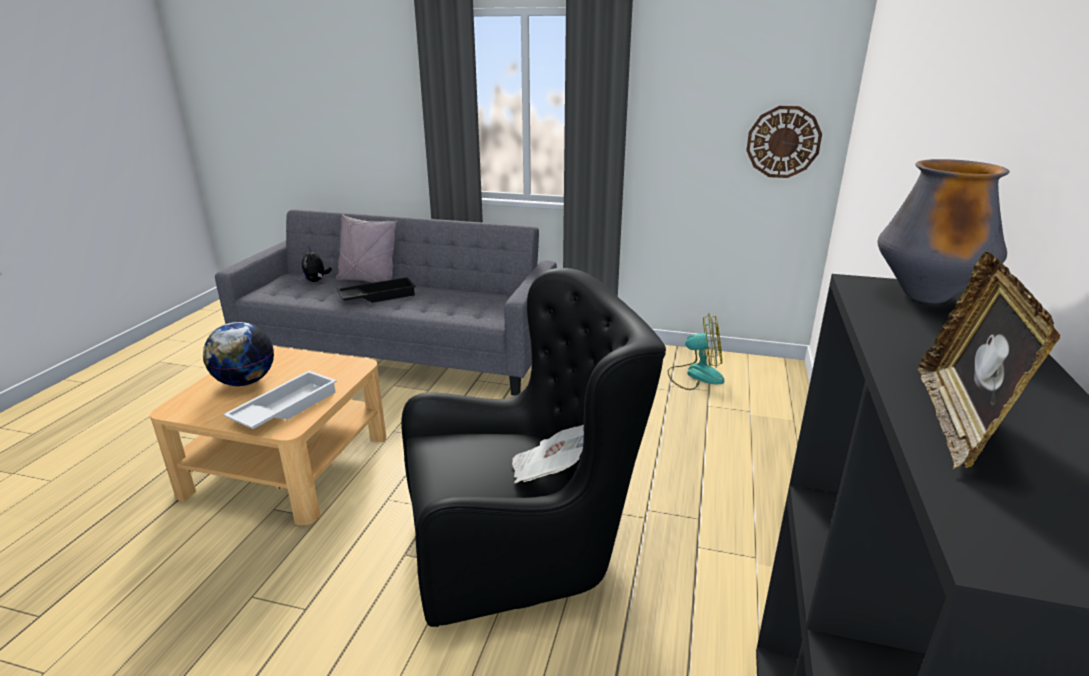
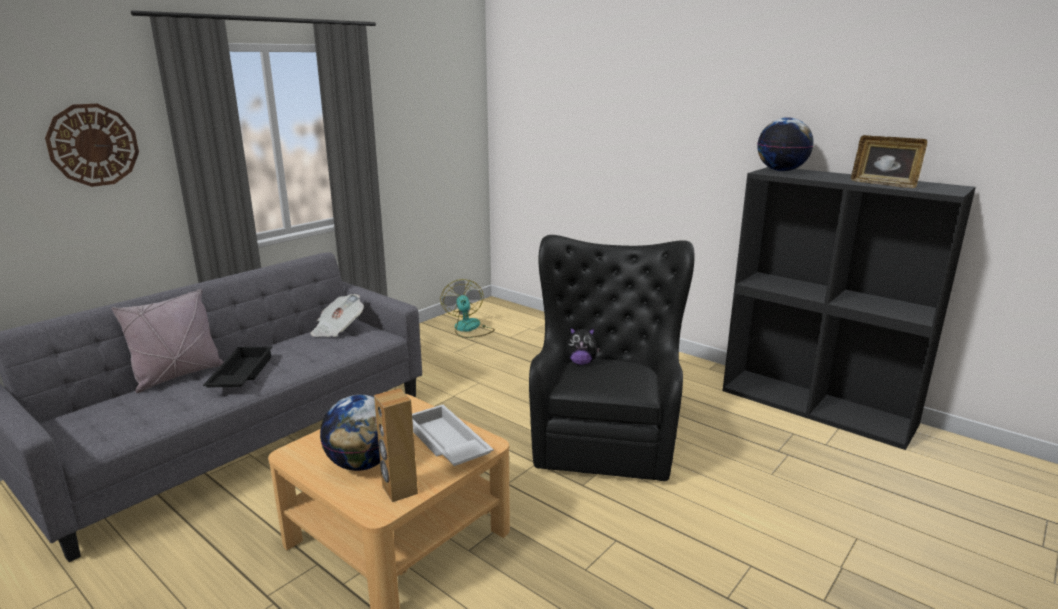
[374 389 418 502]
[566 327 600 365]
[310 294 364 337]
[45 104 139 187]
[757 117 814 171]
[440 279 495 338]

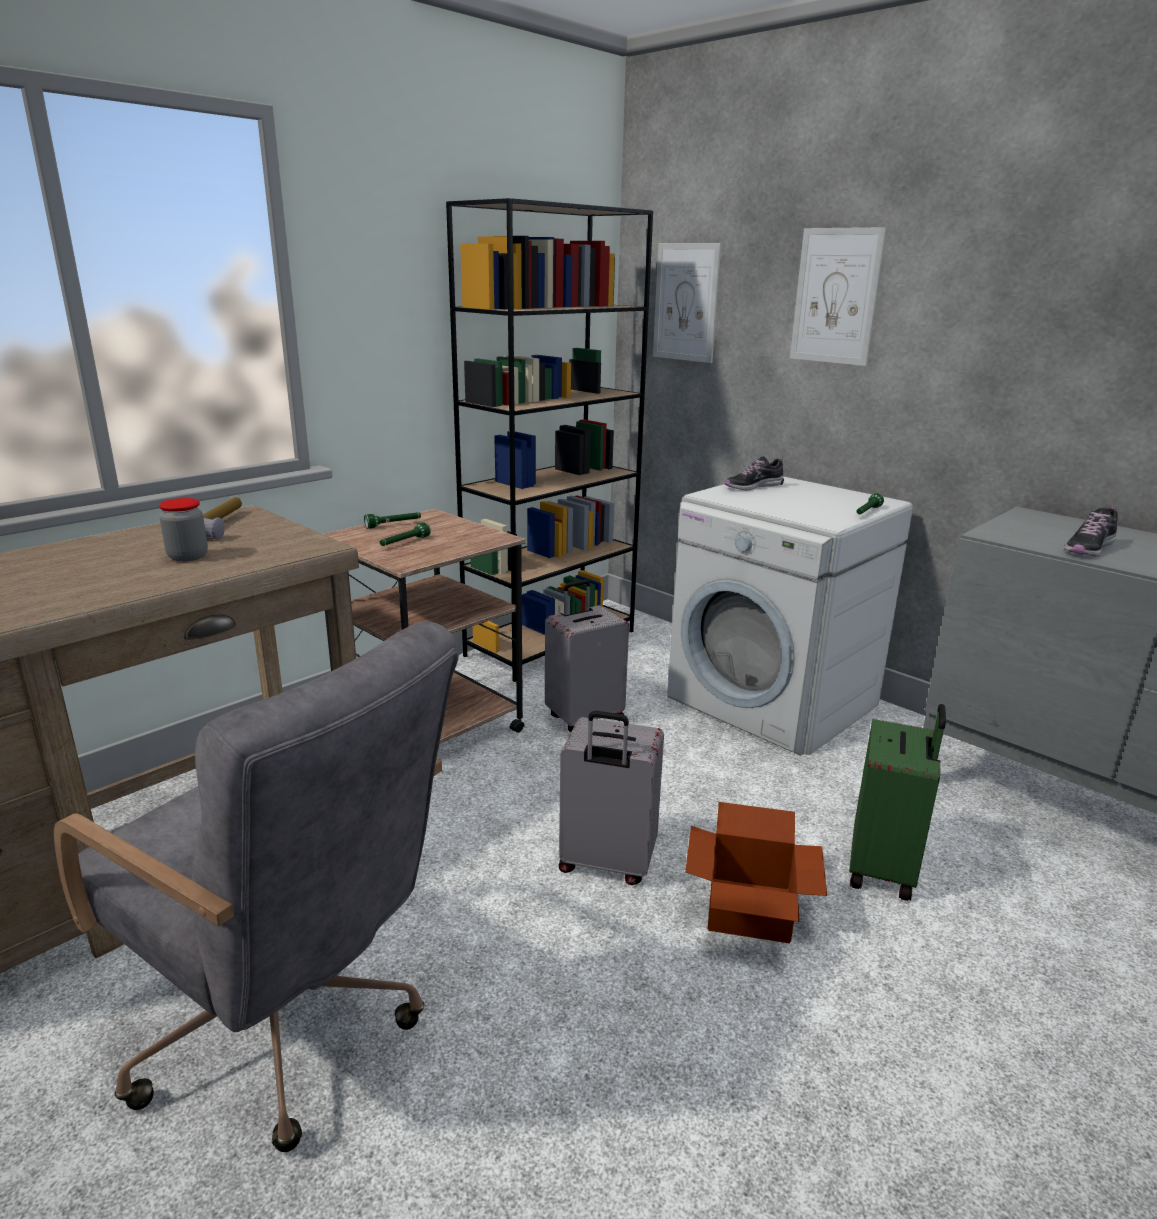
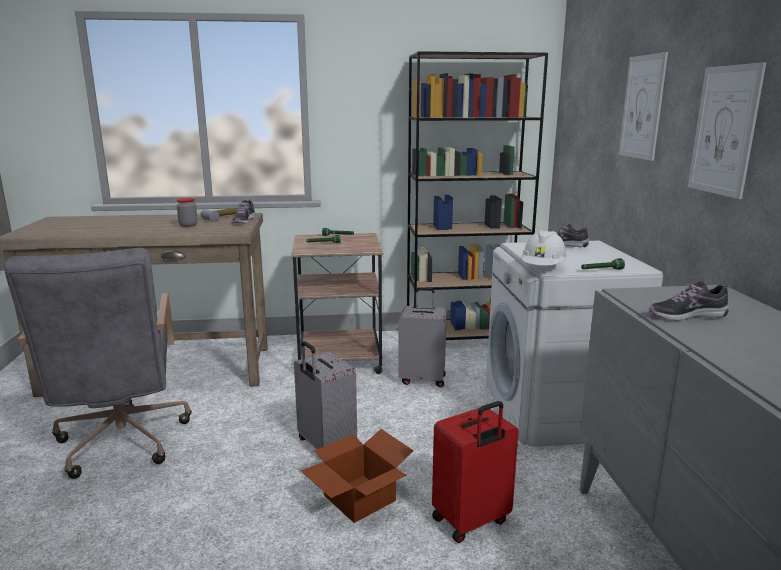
[232 198 256 224]
[521 230 567 266]
[688 62 766 199]
[432 401 518 543]

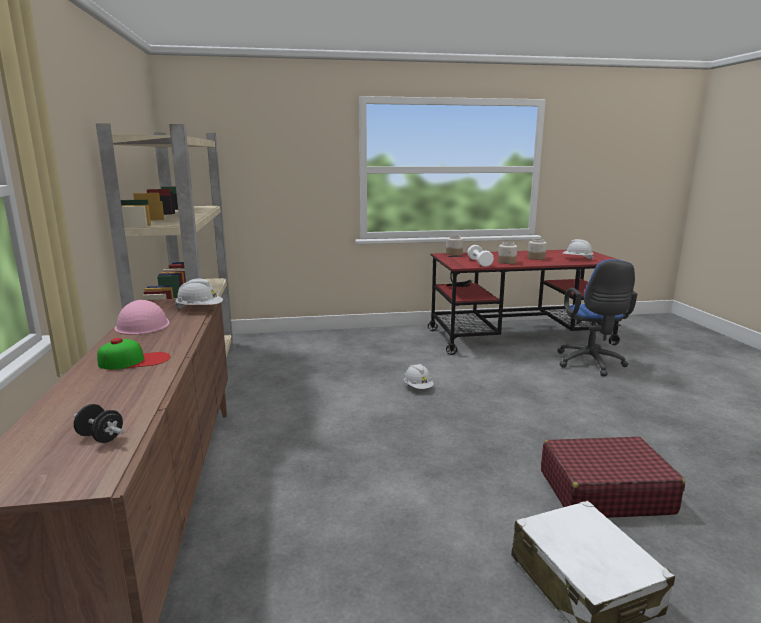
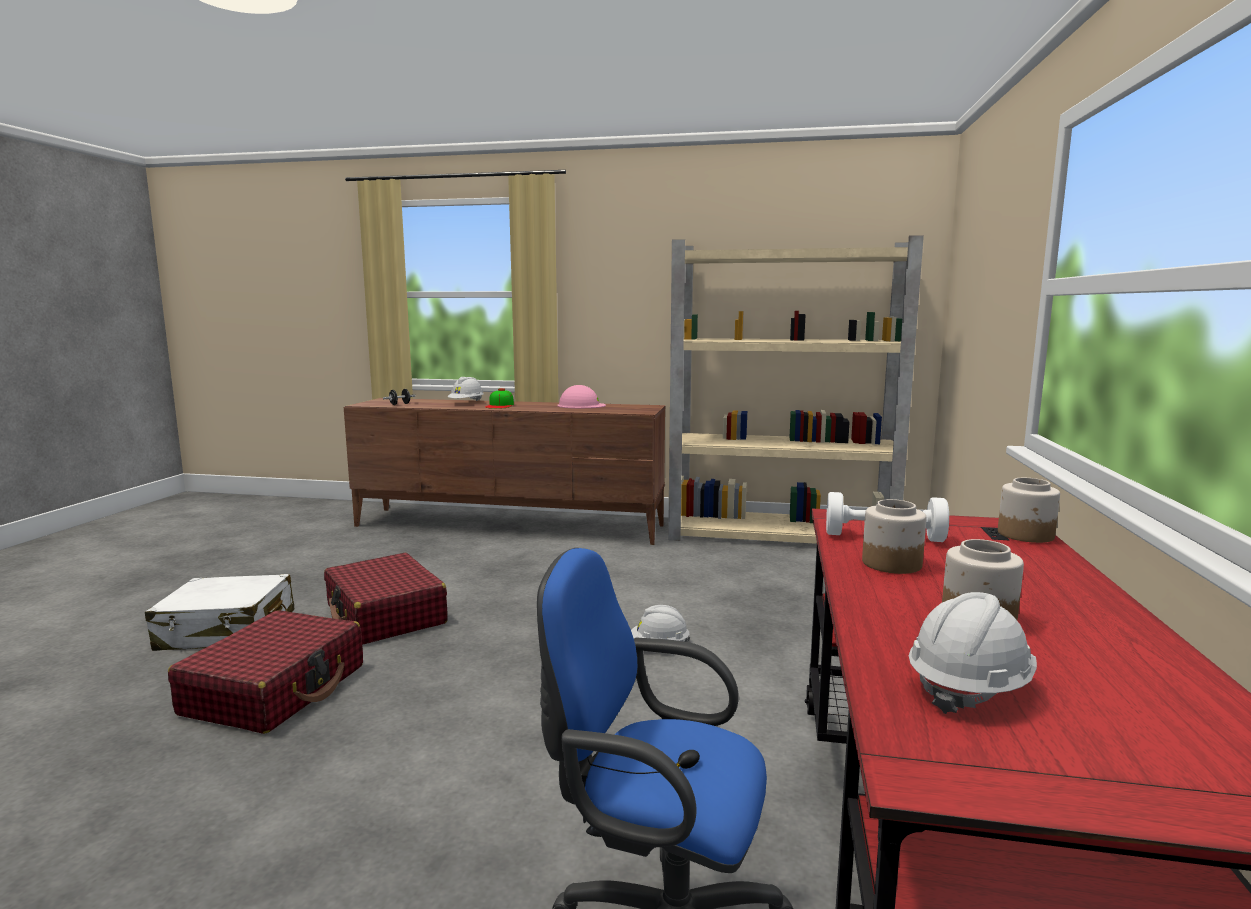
[324 553 448 645]
[448 377 484 401]

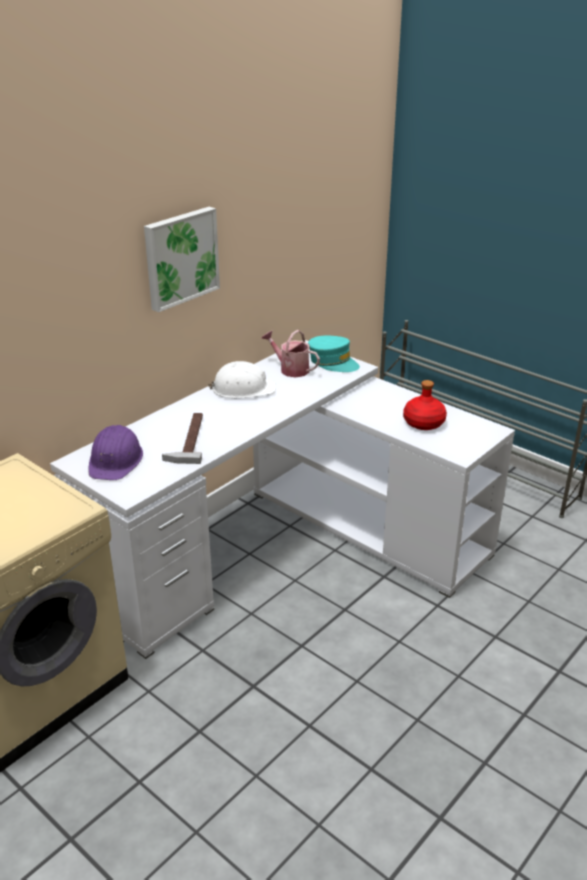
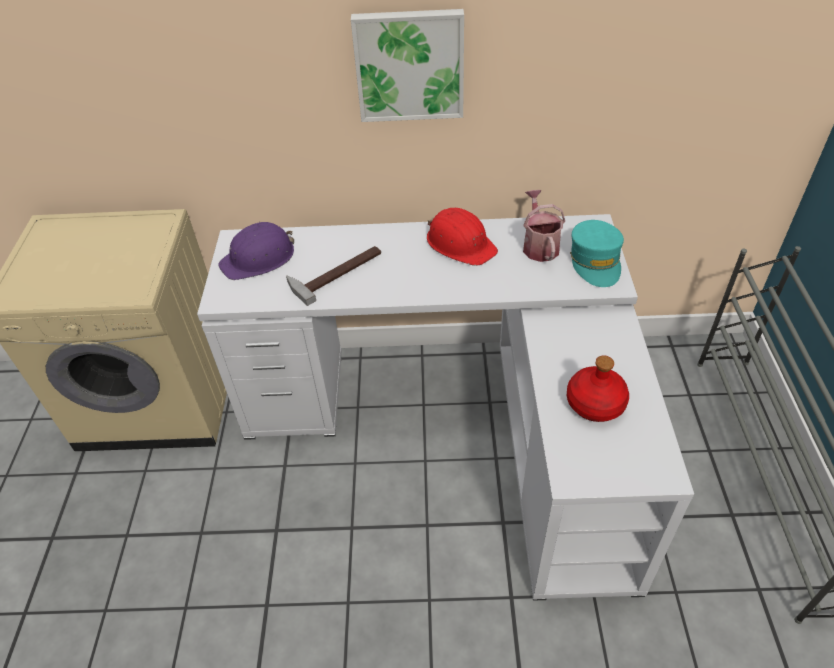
[427 208 498 266]

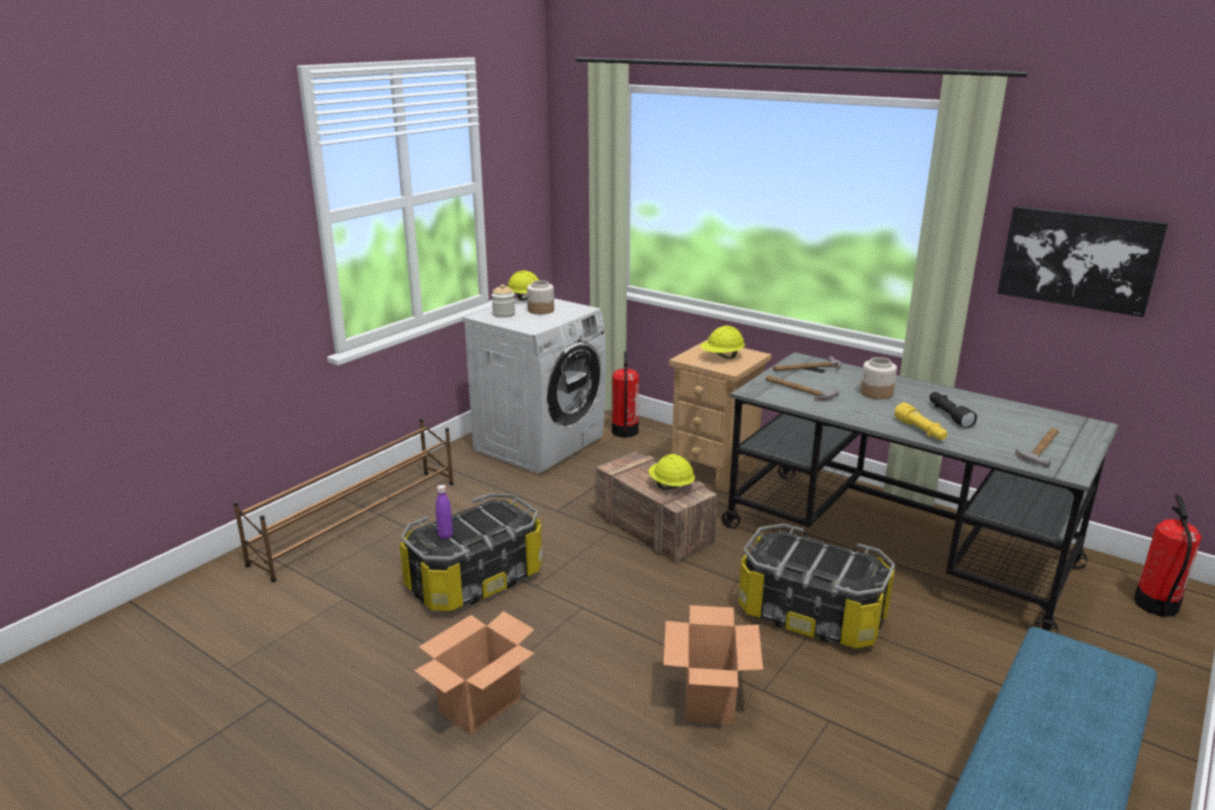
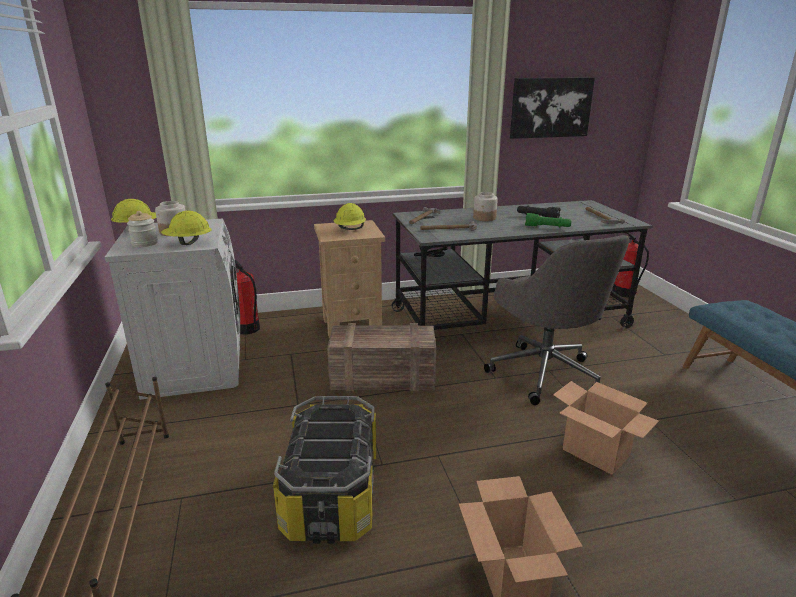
[436 485 453 539] (first image)
[161 210 211 245]
[484 235 629 405]
[525 213 572 228]

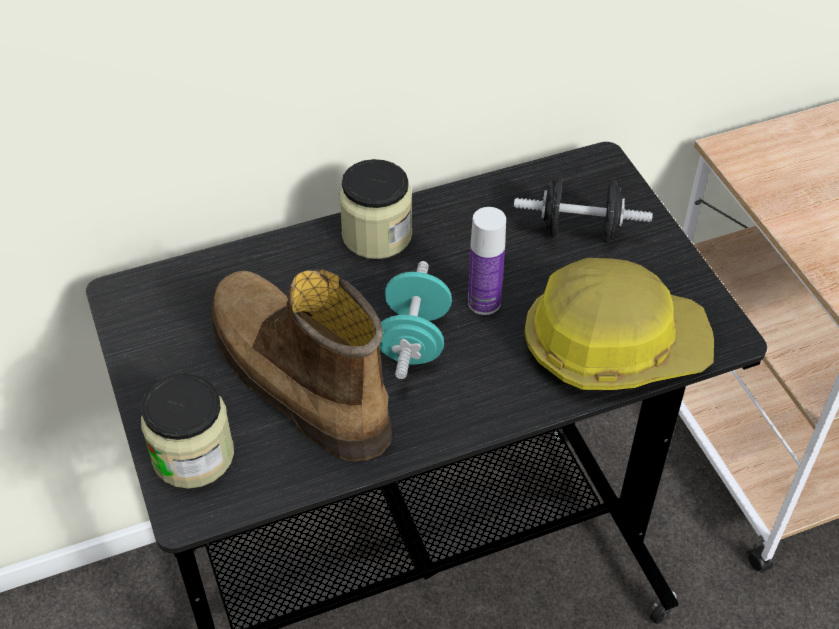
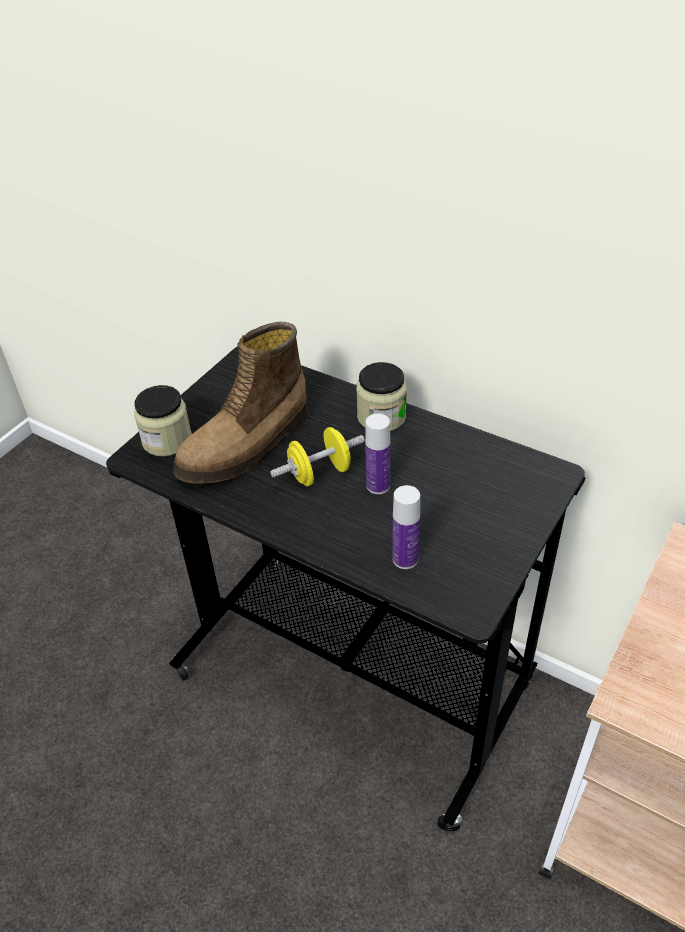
[514 175 653 244] (first image)
[392 485 420 569]
[270 427 365 486]
[173 322 309 484]

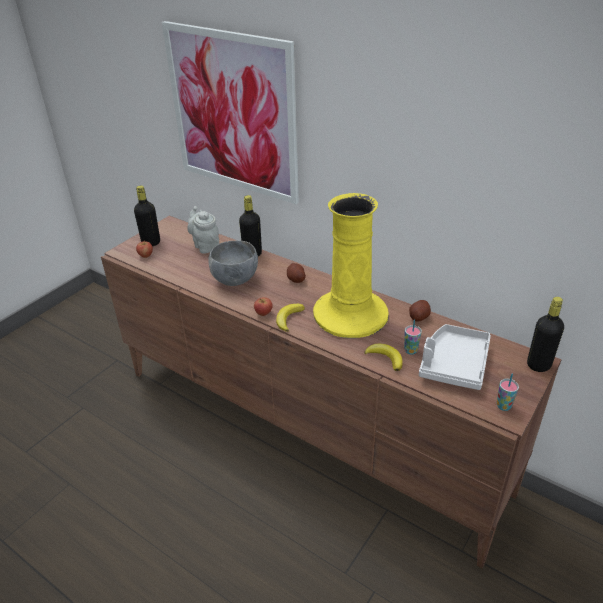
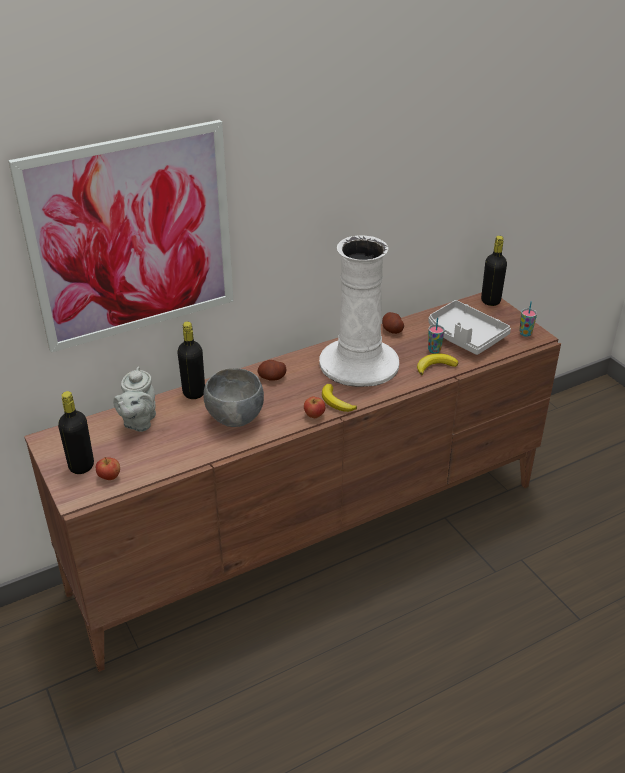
[319 235 399 387]
[113 367 156 432]

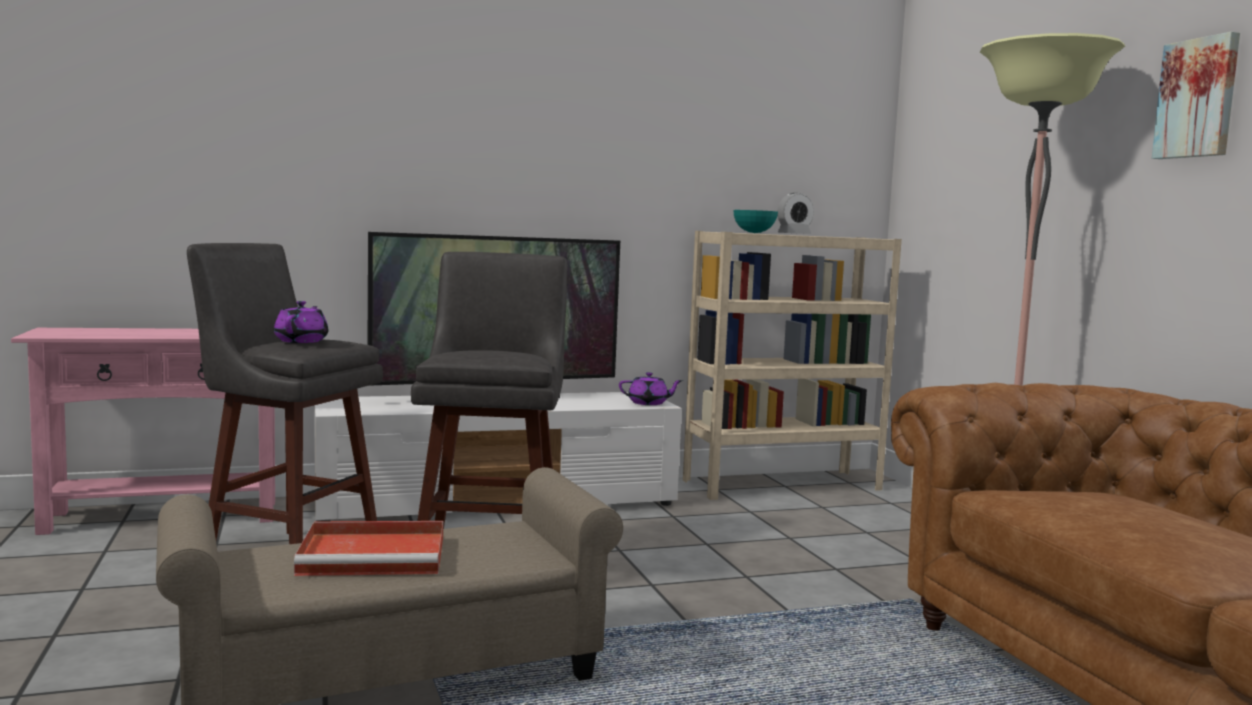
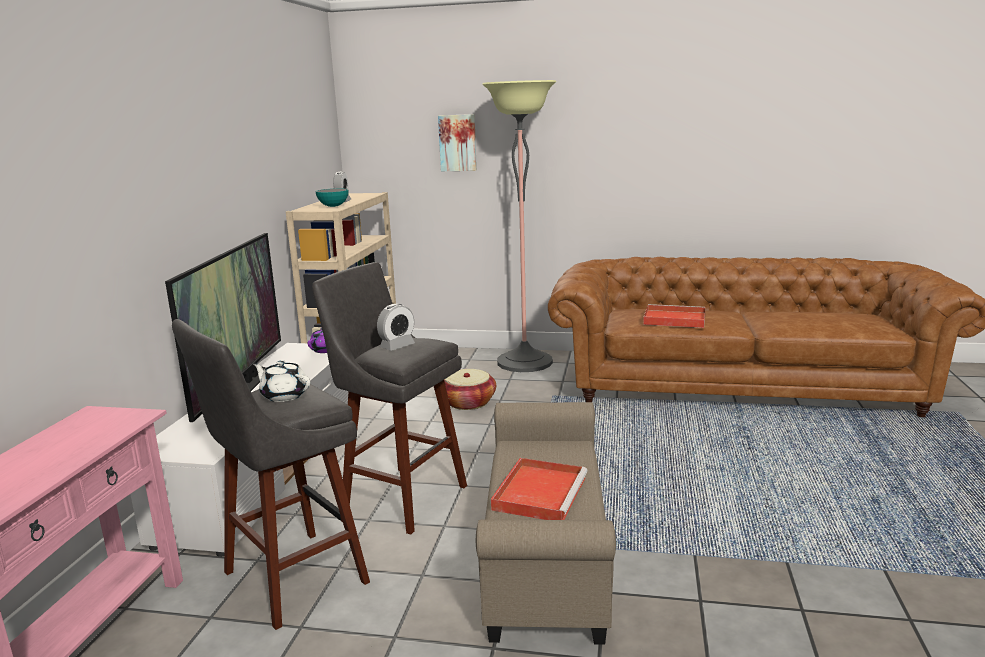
[377 304 415 351]
[444 369 496 410]
[643 304 706 328]
[438 114 477 171]
[252 360 310 402]

